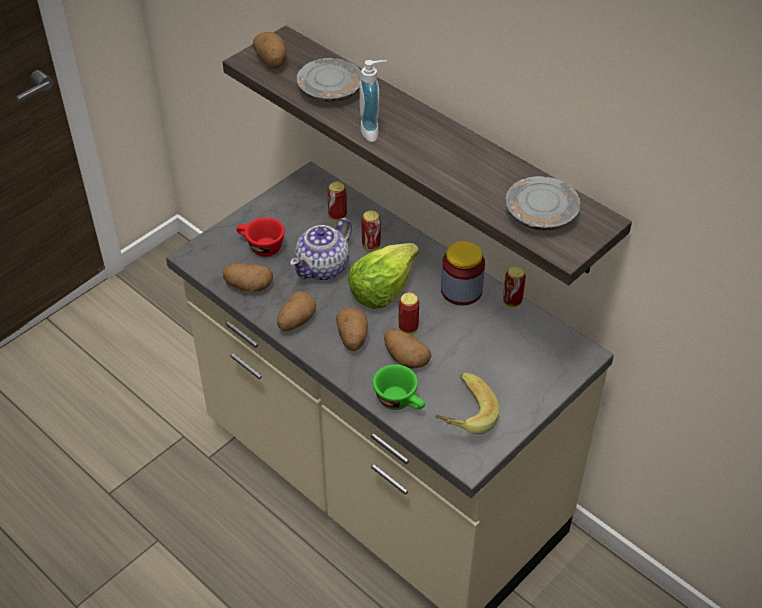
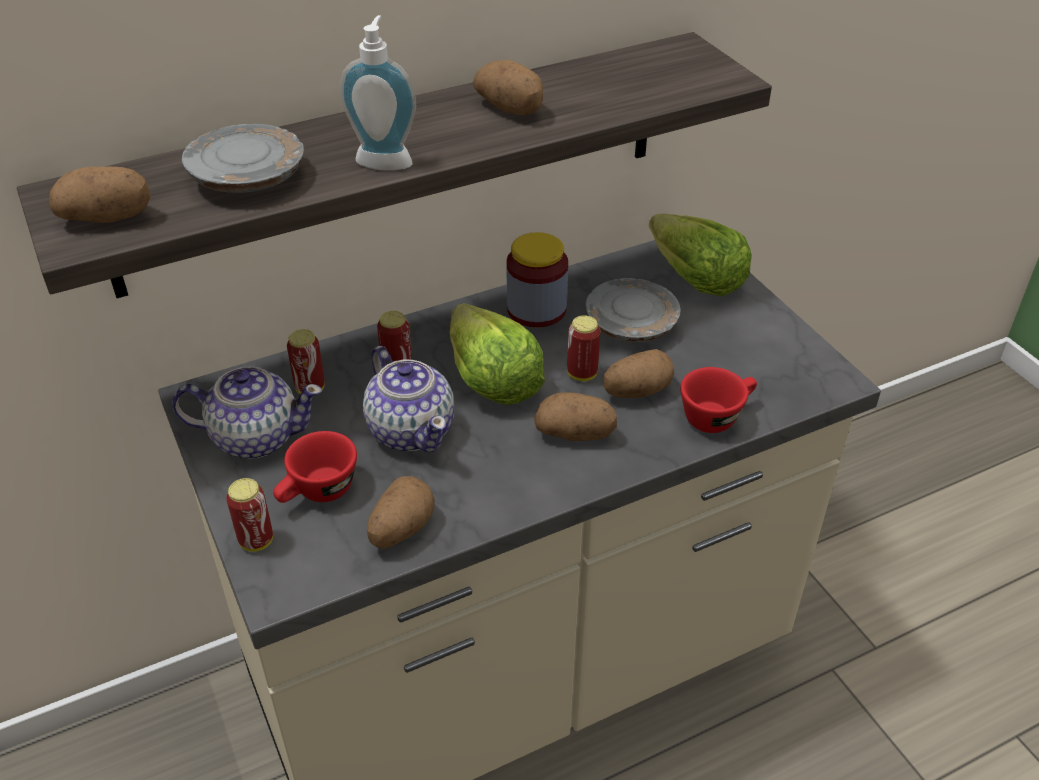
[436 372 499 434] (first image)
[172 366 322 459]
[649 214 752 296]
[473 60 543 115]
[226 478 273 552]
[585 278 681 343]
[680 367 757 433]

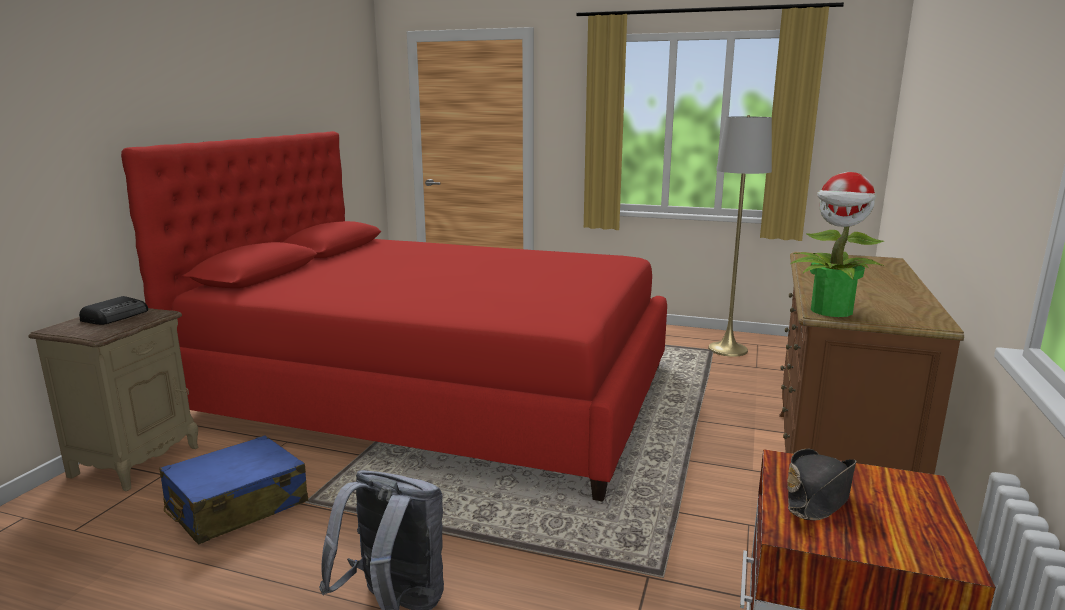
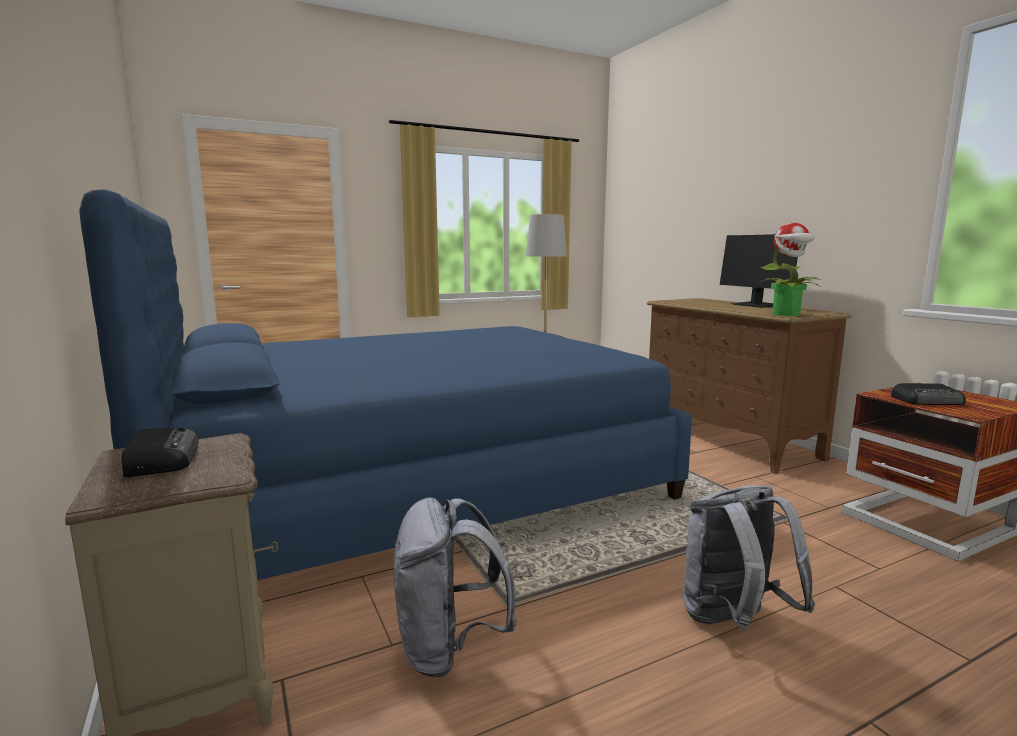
[720 234 798 308]
[393 497 517 677]
[891 383 966 405]
[79 189 692 581]

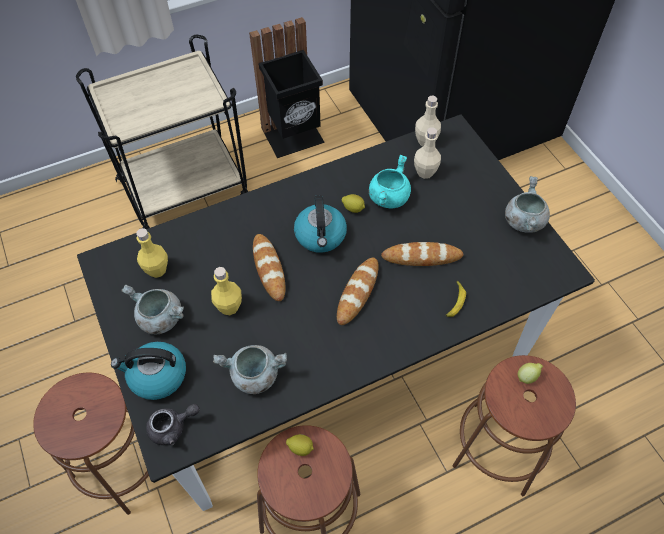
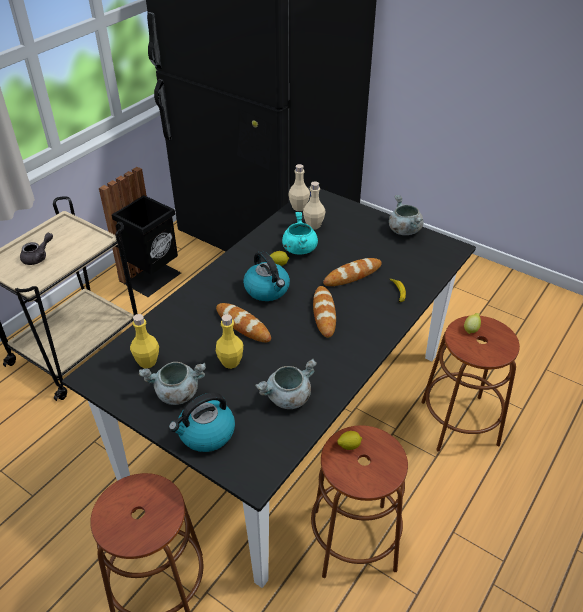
[20 233 53 265]

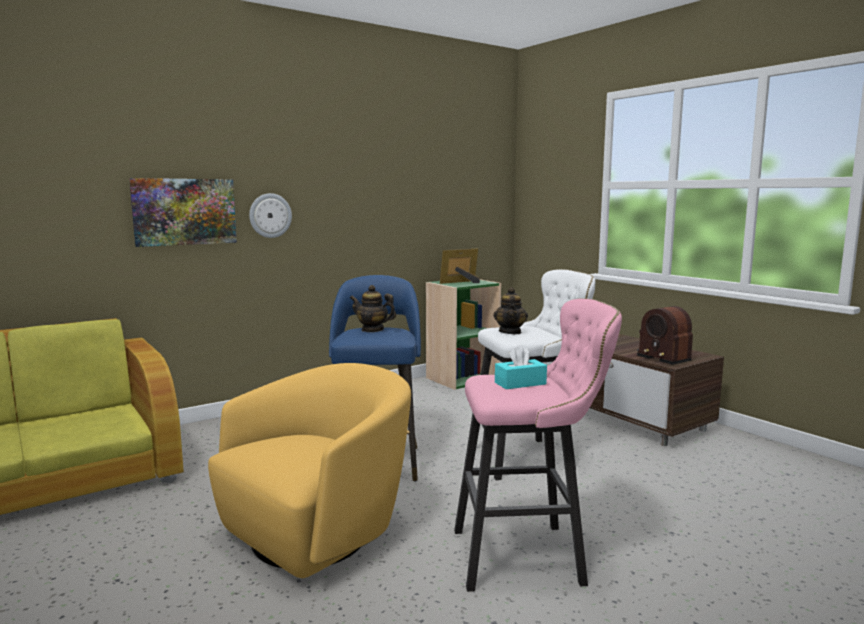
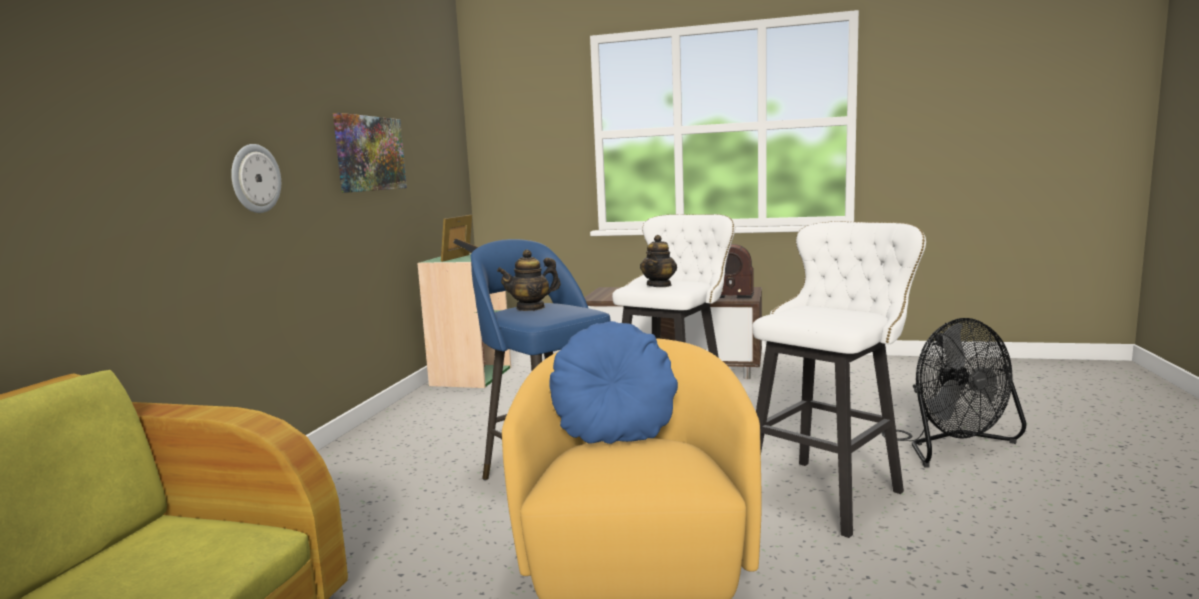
[495 345 547 389] (first image)
[549 321 678 444]
[882 318 1026 467]
[333 113 407 193]
[752 221 926 538]
[640 235 677 287]

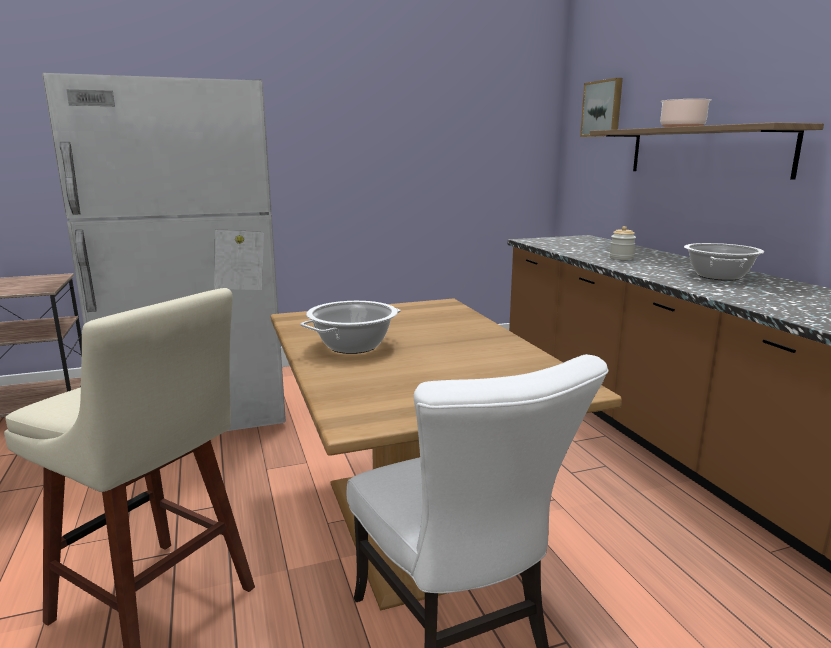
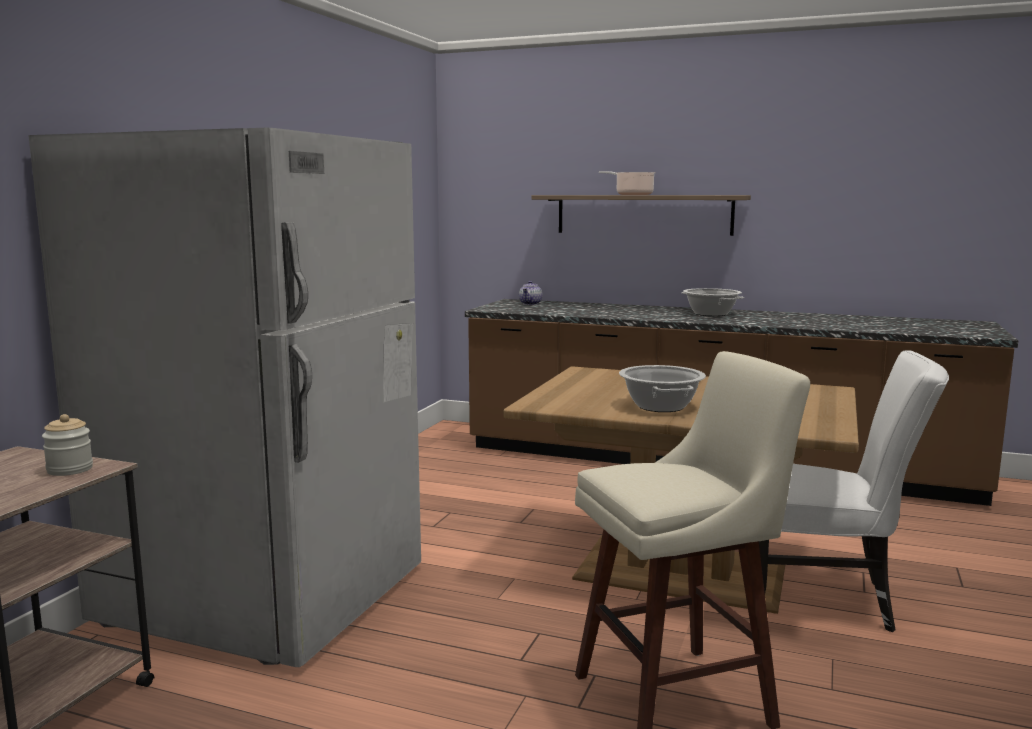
[580 78 623 137] (first image)
[519 281 542 305]
[42 414 93 476]

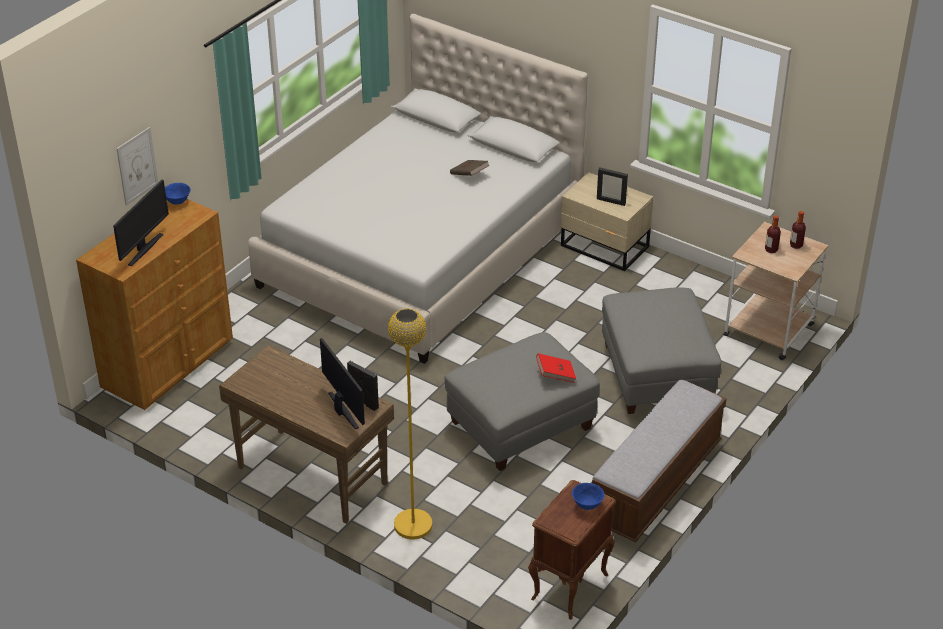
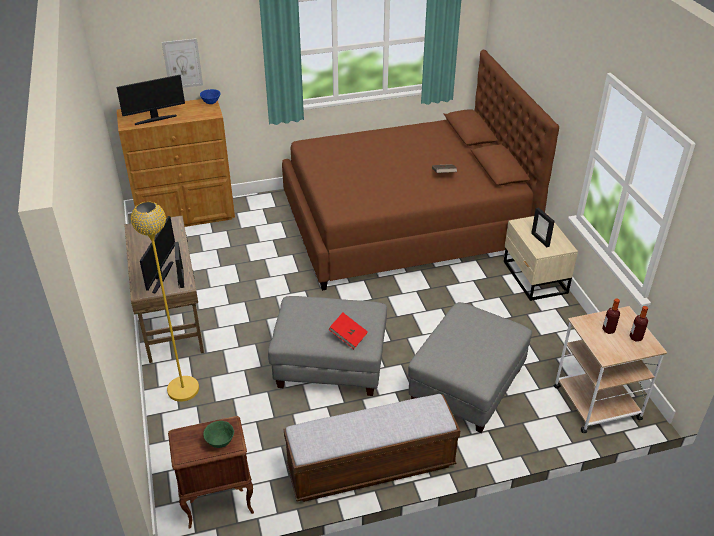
[282 50 559 291]
[203 421 234 448]

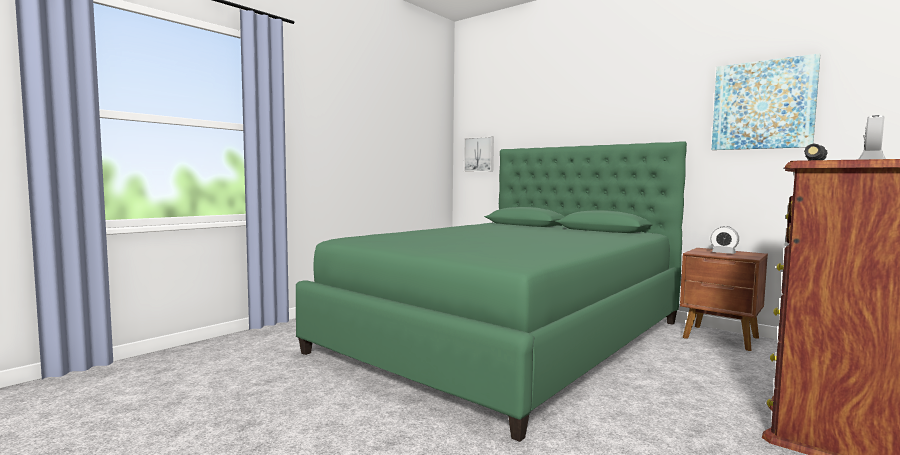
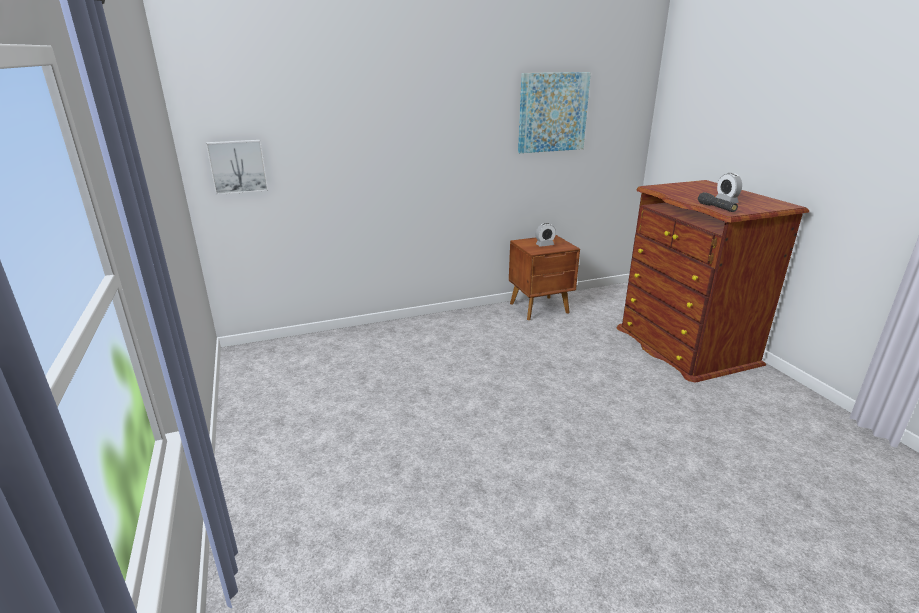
[296 141 687 442] (first image)

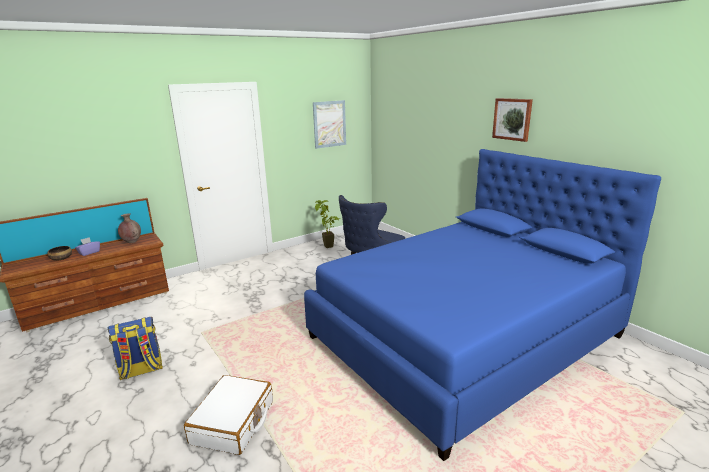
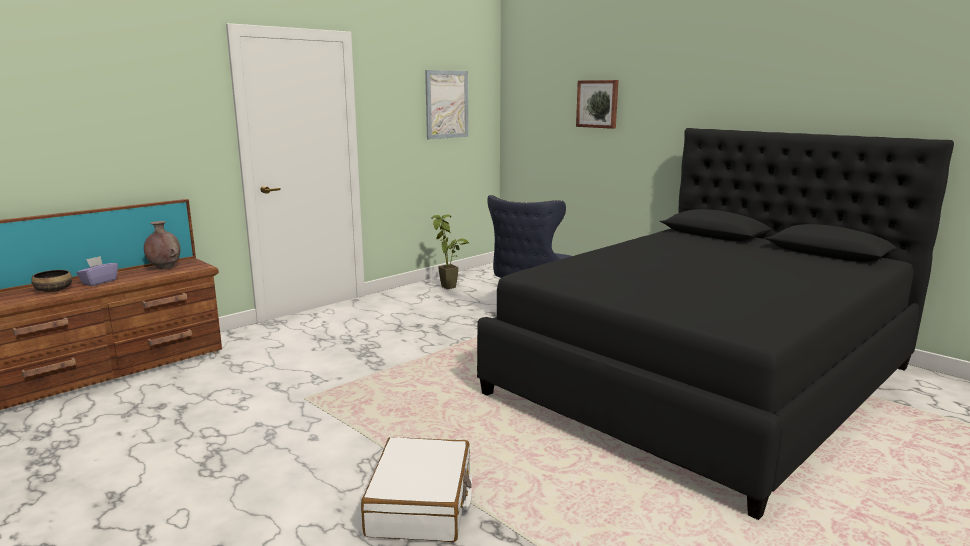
[108 317 163 380] (first image)
[576 80 619 129]
[477 128 954 520]

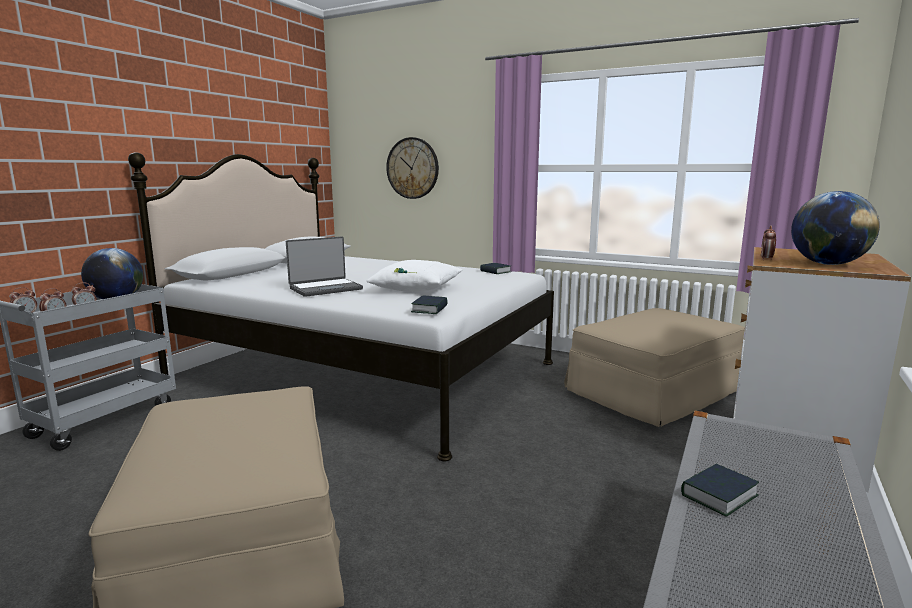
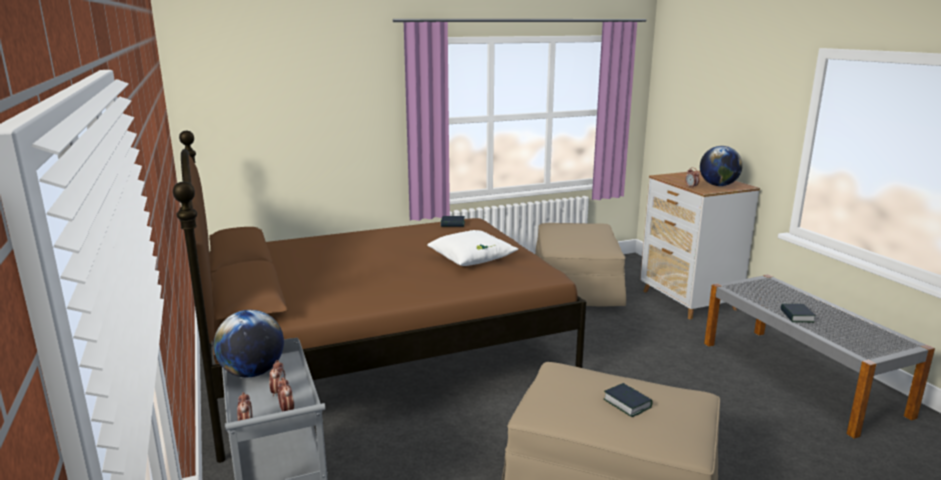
[286 236 363 297] (first image)
[386 137 439 199] (first image)
[604 383 652 417]
[173 131 586 463]

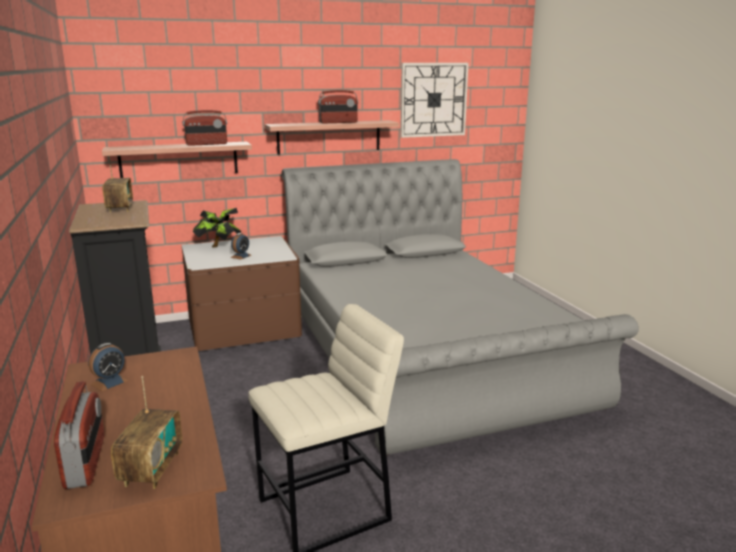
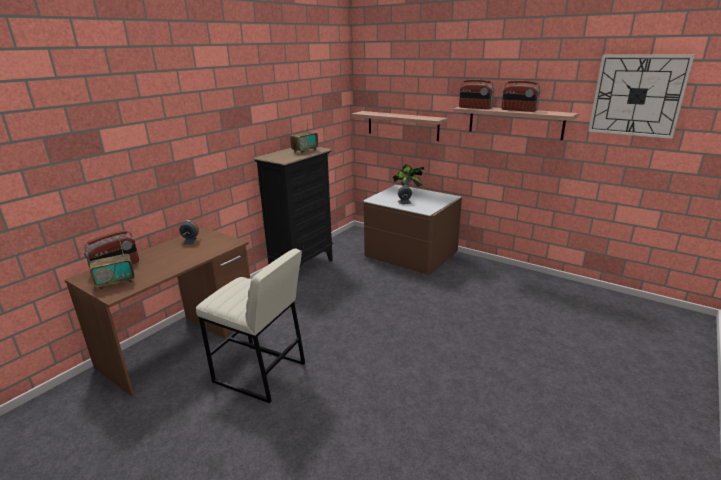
[281 159 639 456] (first image)
[459 80 495 109]

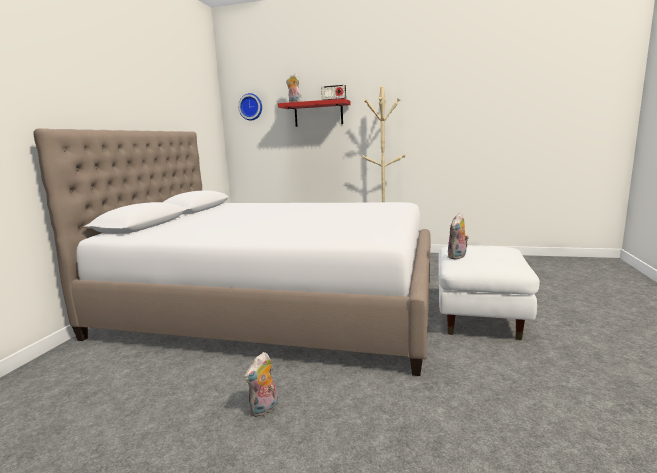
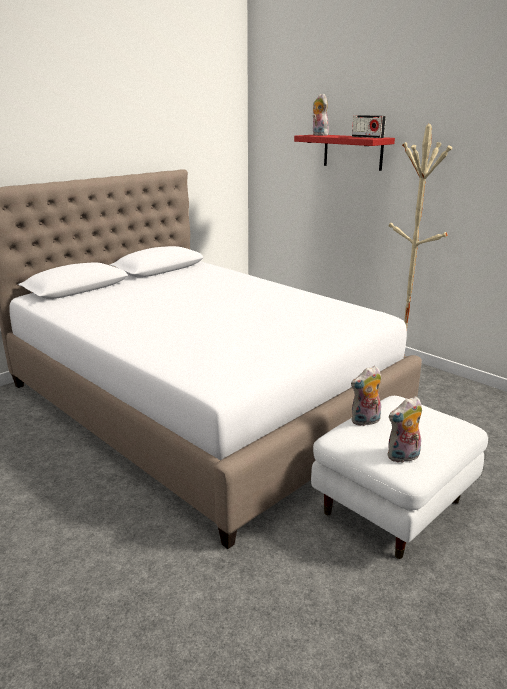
[238 93 262 121] (first image)
[388 396 422 463]

